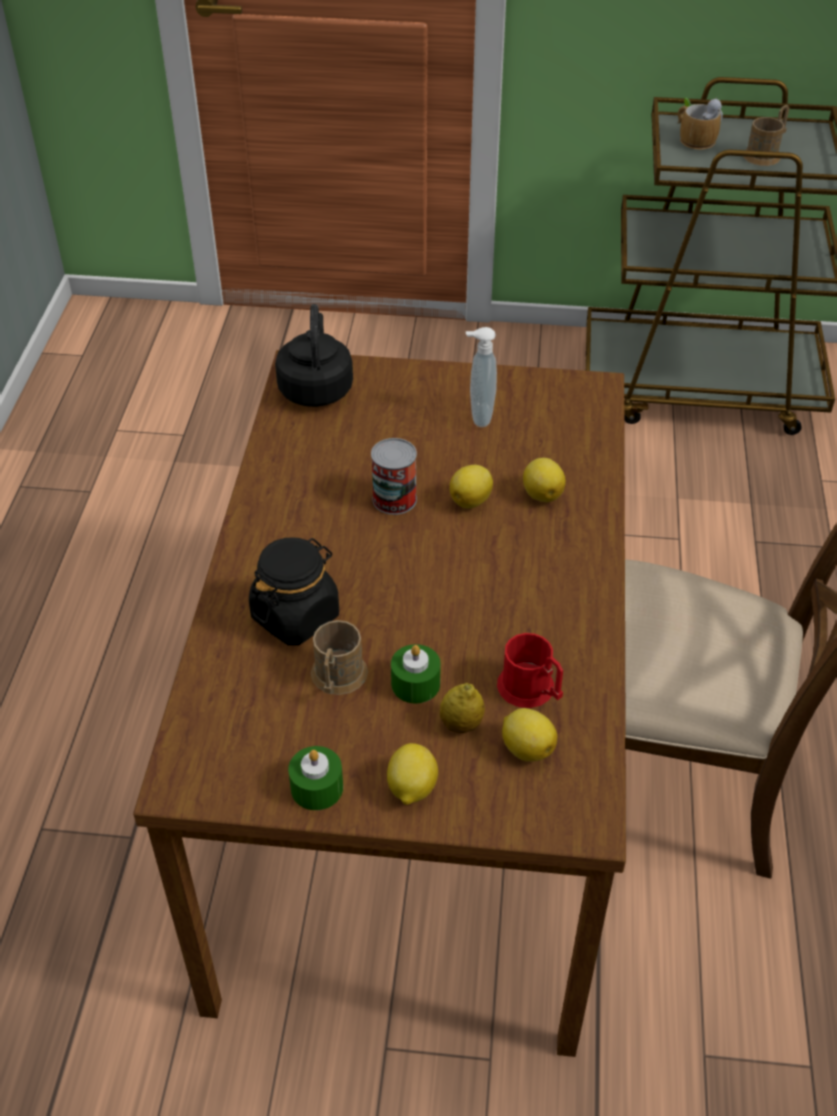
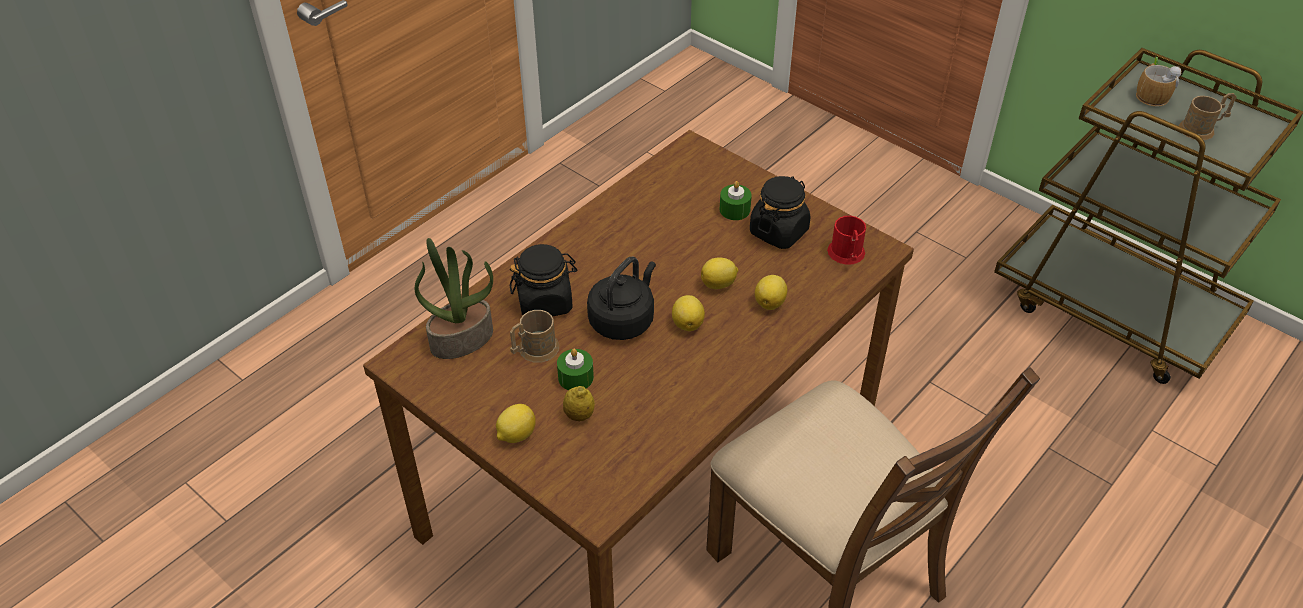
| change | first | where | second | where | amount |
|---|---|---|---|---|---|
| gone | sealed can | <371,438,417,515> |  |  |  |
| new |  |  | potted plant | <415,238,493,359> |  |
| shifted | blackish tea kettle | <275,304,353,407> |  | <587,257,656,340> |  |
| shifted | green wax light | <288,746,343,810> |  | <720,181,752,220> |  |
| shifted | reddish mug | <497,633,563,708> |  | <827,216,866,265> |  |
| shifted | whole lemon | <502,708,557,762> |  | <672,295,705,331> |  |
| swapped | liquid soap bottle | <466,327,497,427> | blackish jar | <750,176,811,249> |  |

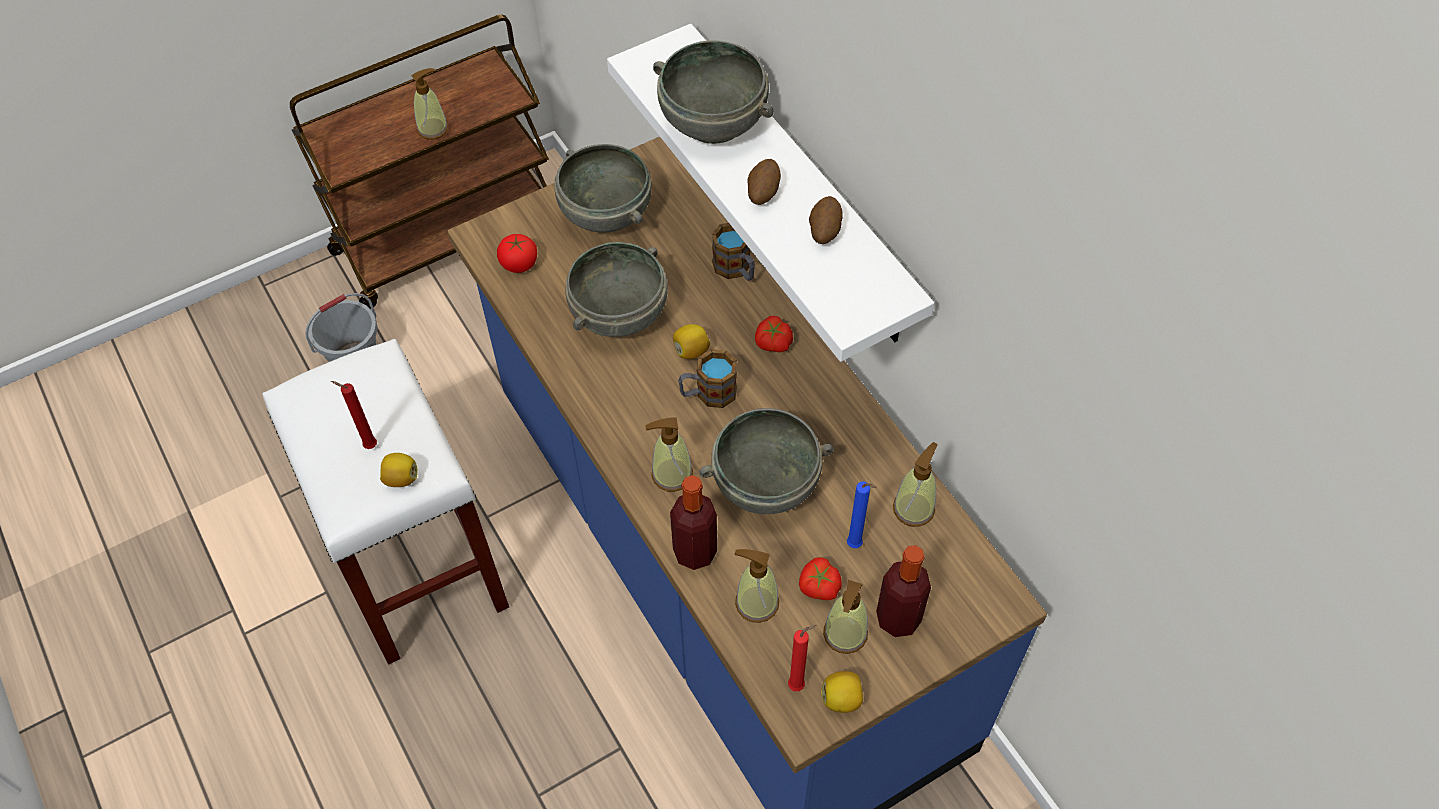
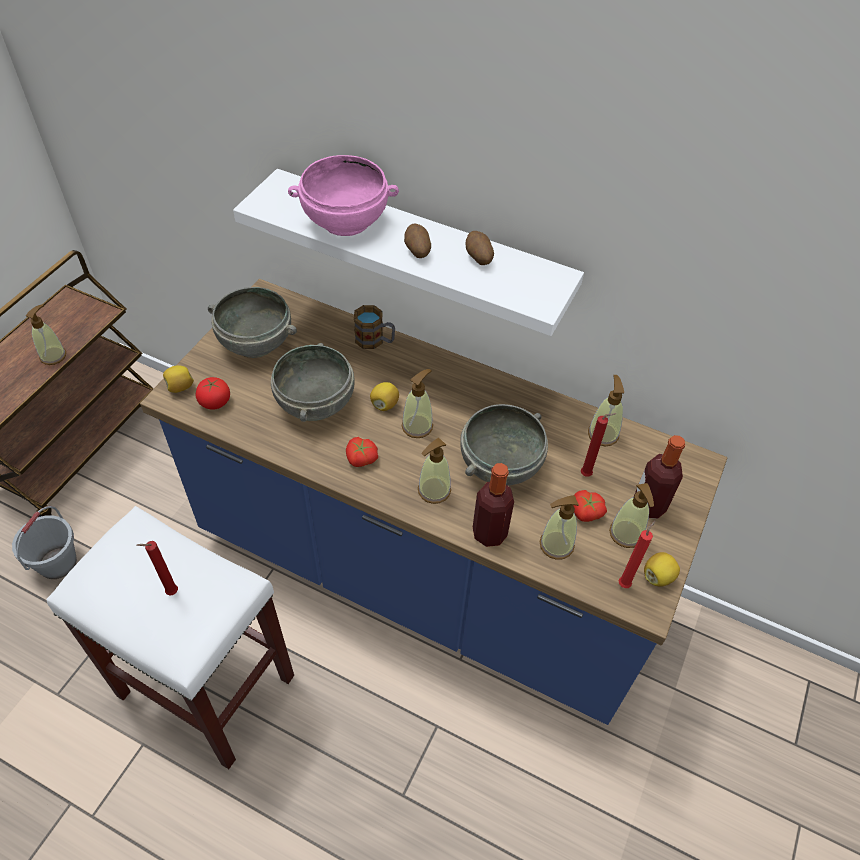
| change | first | where | second | where | amount |
|---|---|---|---|---|---|
| shifted | whole lemon | <380,453,418,487> |  | <163,365,194,393> |  |
| shifted | tomato | <755,316,793,352> |  | <346,437,378,467> |  |
| swapped | mug | <678,349,737,408> | liquid soap bottle | <402,369,433,438> |  |
| repainted | greyish deep dish | <653,40,774,144> | pink-coloured deep dish | <288,155,399,236> |  |
| repainted | blue wax light | <847,482,877,548> | reddish wax light | <581,413,616,477> |  |

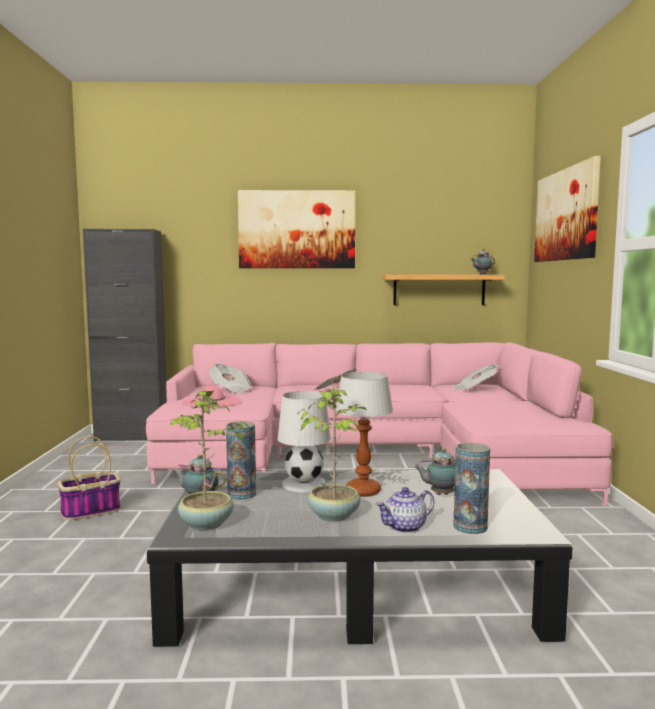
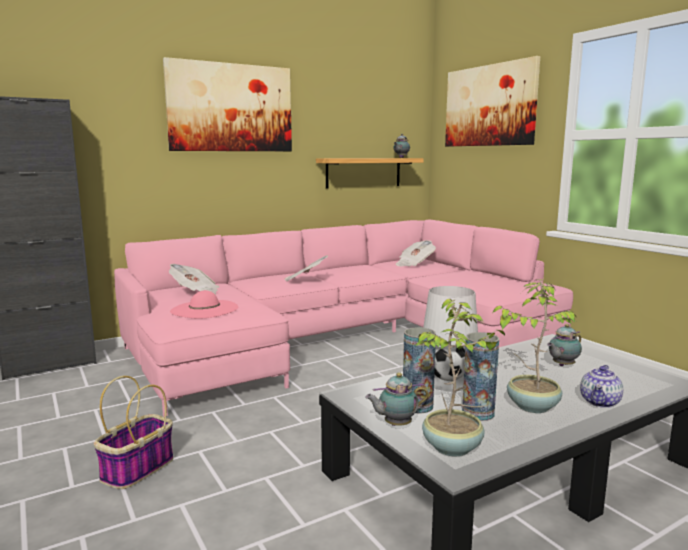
| change | first | where | second | where | amount |
|---|---|---|---|---|---|
| gone | tabletop lamp | <335,372,393,497> |  |  |  |
| shifted | decorative vase | <453,443,490,534> |  | <462,332,499,421> |  |

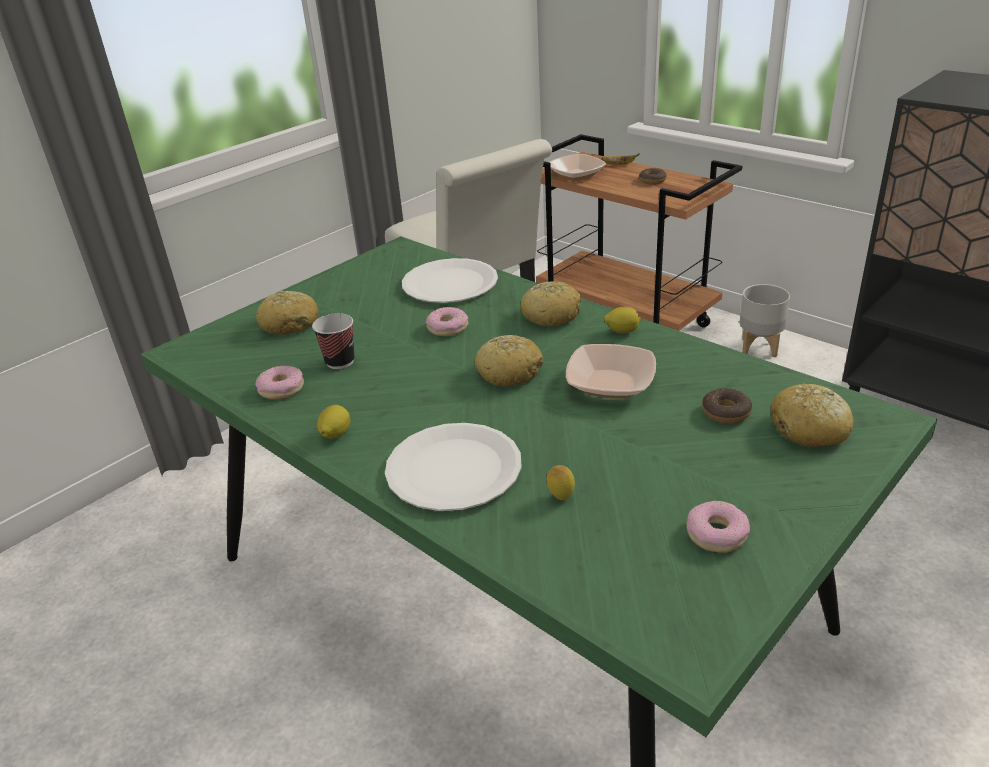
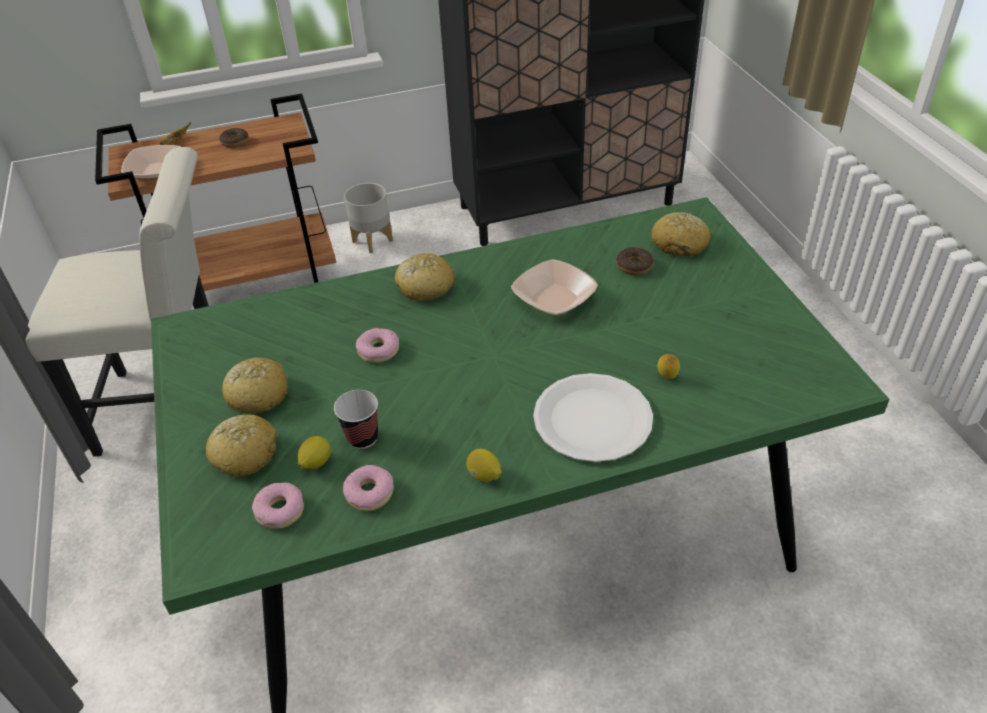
| change | first | where | second | where | amount |
|---|---|---|---|---|---|
| gone | white-coloured dinner plate | <402,258,498,303> |  |  |  |
| shifted | baked bread | <474,335,544,386> |  | <222,357,288,413> |  |
| shifted | whole lemon | <604,307,642,334> |  | <297,436,331,469> |  |
| shifted | donut | <686,501,750,552> |  | <252,482,304,529> |  |

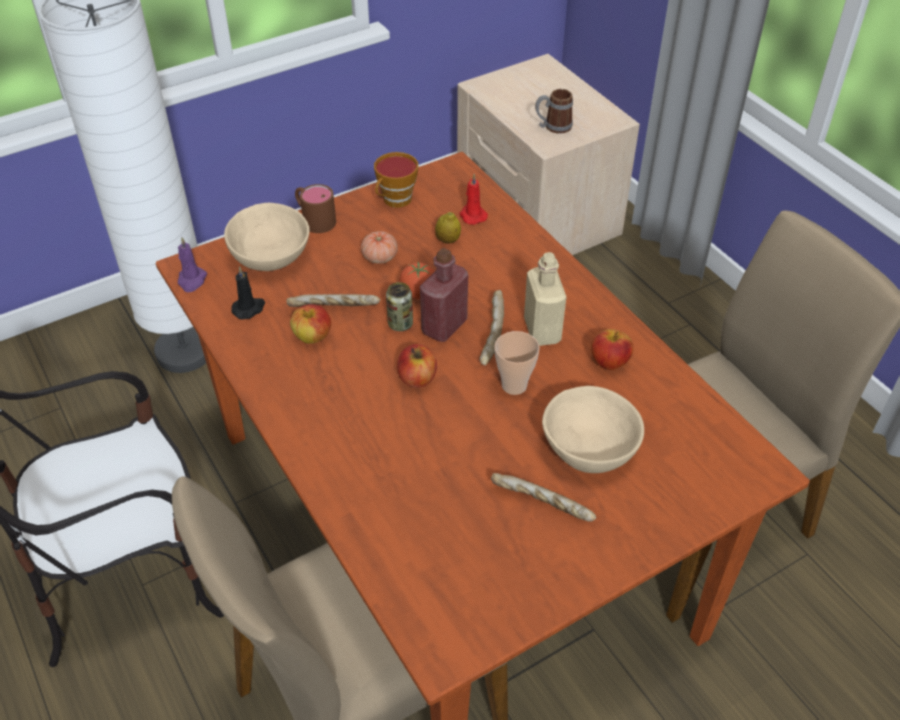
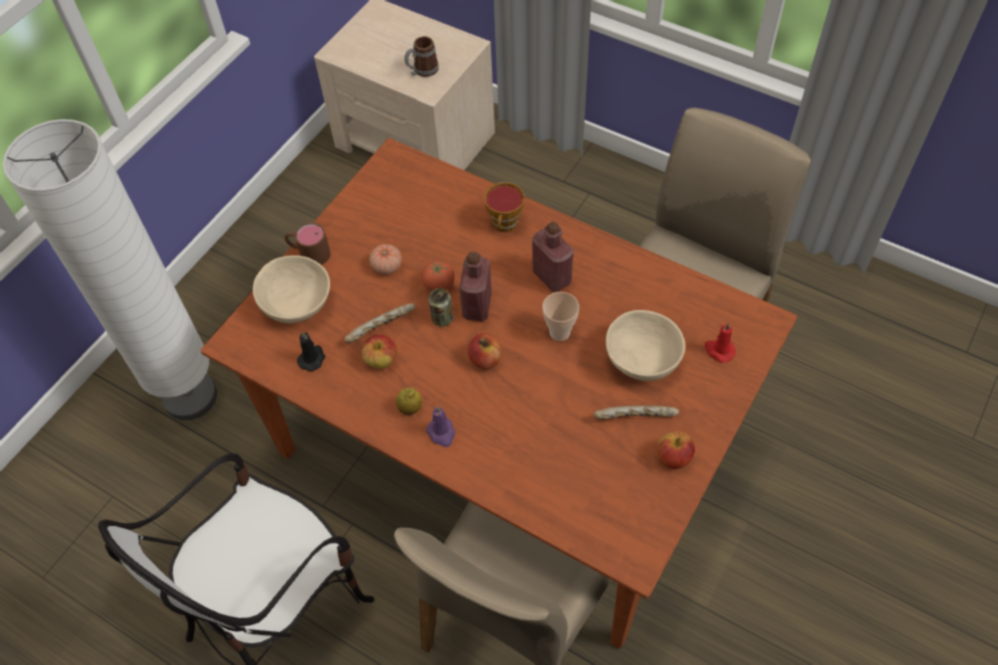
| change | first | where | second | where | amount |
|---|---|---|---|---|---|
| gone | baked bread | <480,290,504,365> |  |  |  |
| shifted | purple wax light | <178,237,207,292> |  | <426,406,455,447> |  |
| shifted | cup | <374,152,418,208> |  | <484,182,525,232> |  |
| shifted | whole lemon | <435,212,461,244> |  | <396,388,422,415> |  |
| shifted | reddish wax light | <459,174,488,225> |  | <705,322,736,363> |  |
| shifted | apple fruit | <591,329,634,370> |  | <657,431,695,469> |  |
| repainted | beige drink bottle | <524,252,566,346> | reddish drink bottle | <532,221,574,292> |  |

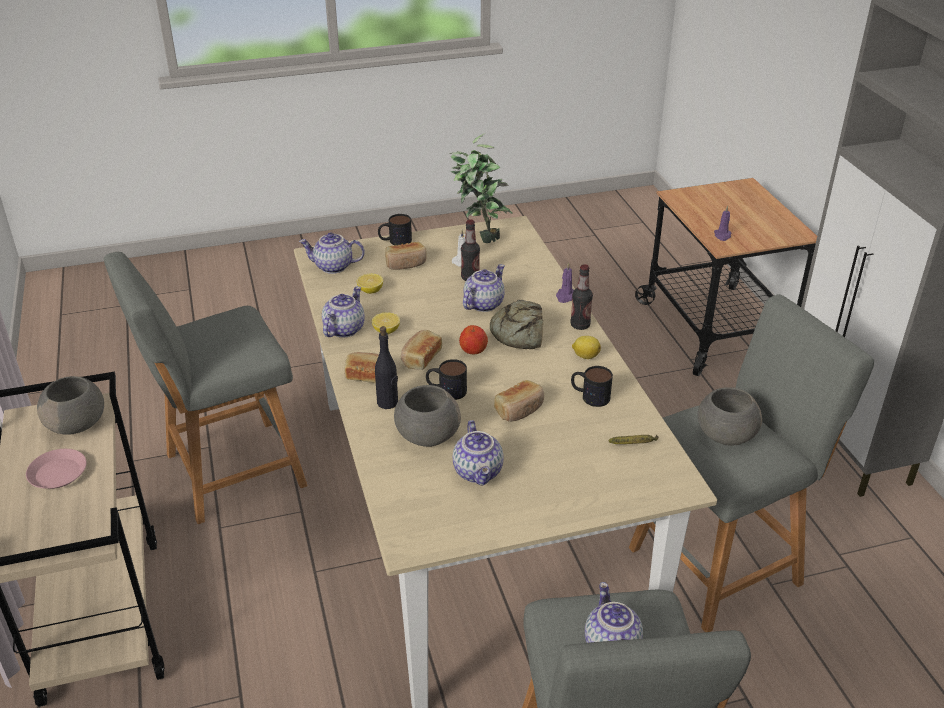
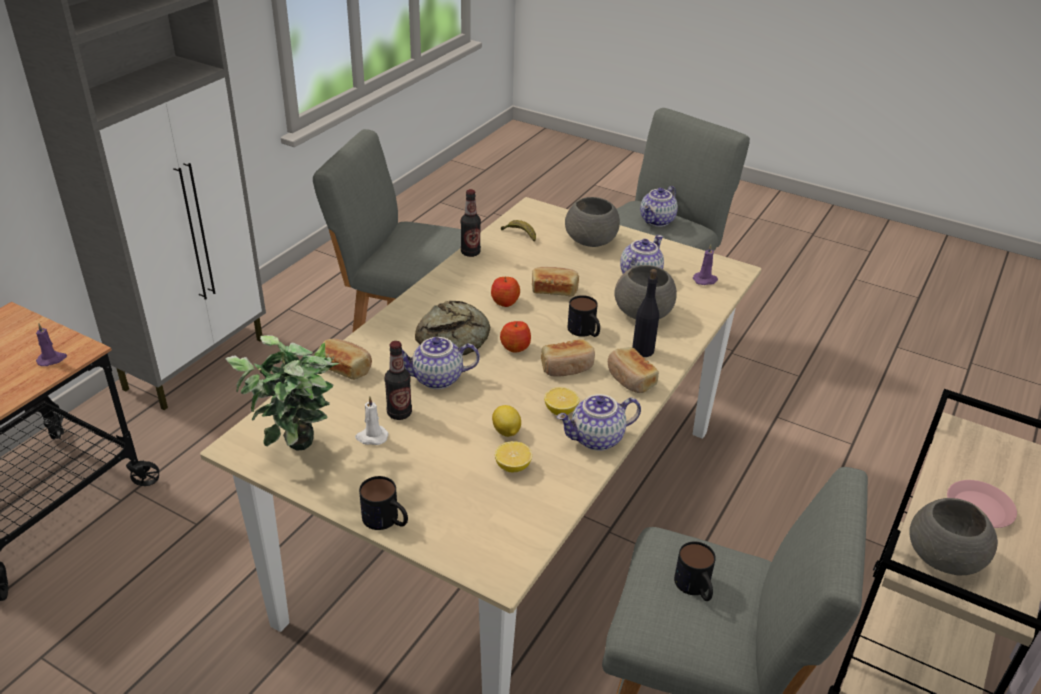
| change | first | where | second | where | amount |
|---|---|---|---|---|---|
| gone | pot for tea | <299,233,364,274> |  |  |  |
| new |  |  | apple fruit | <491,277,520,307> |  |
| shifted | baked bread | <385,242,427,270> |  | <318,339,372,380> |  |
| shifted | purple wax light | <556,262,574,303> |  | <693,244,718,285> |  |
| shifted | drink bottle | <570,264,593,330> |  | <461,189,481,257> |  |
| shifted | mug | <571,366,613,407> |  | <674,541,716,601> |  |
| shifted | whole lemon | <572,336,601,359> |  | <492,405,521,437> |  |
| shifted | greyish deep dish | <698,387,762,446> |  | <565,197,620,247> |  |

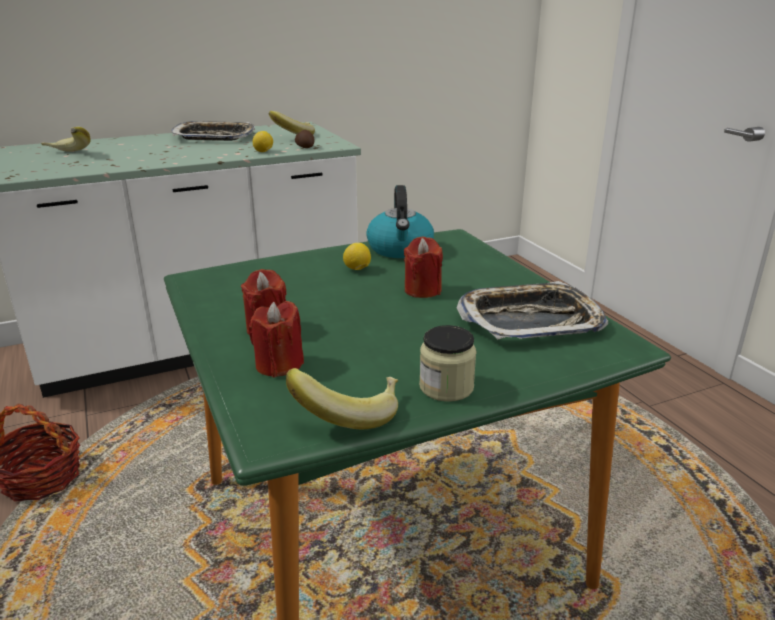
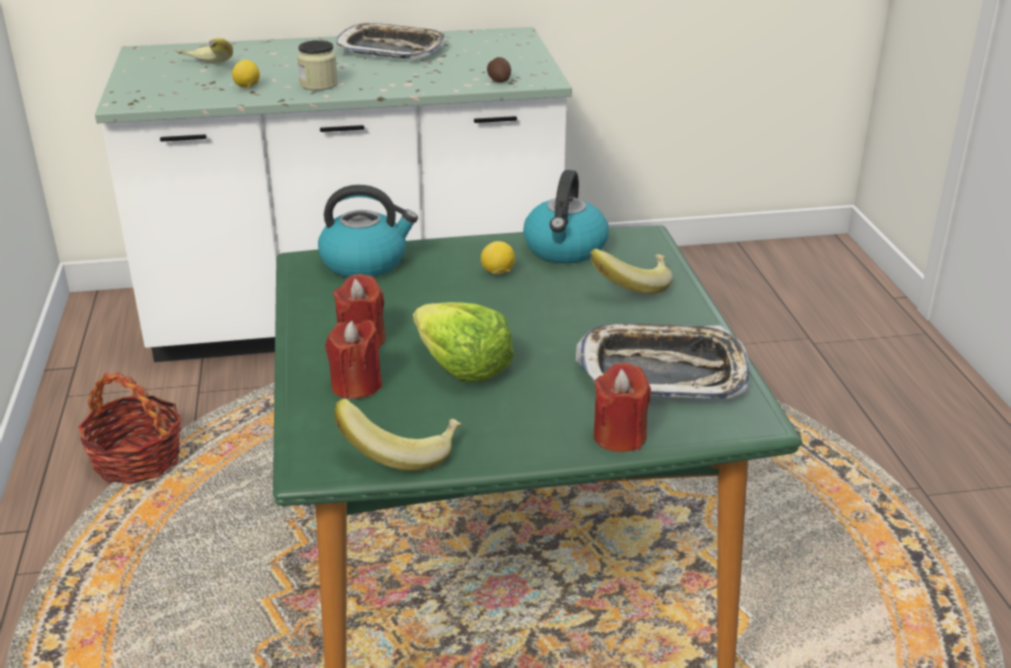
| change | first | where | second | where | amount |
|---|---|---|---|---|---|
| new |  |  | tea kettle | <318,185,418,277> |  |
| new |  |  | head of lettuce | <413,302,514,382> |  |
| shifted | whole lemon | <253,131,273,152> |  | <232,60,260,87> |  |
| shifted | banana fruit | <269,111,315,134> |  | <590,249,673,294> |  |
| shifted | reddish wax light | <404,236,443,298> |  | <593,363,651,452> |  |
| shifted | jar | <419,325,477,402> |  | <297,40,338,91> |  |

